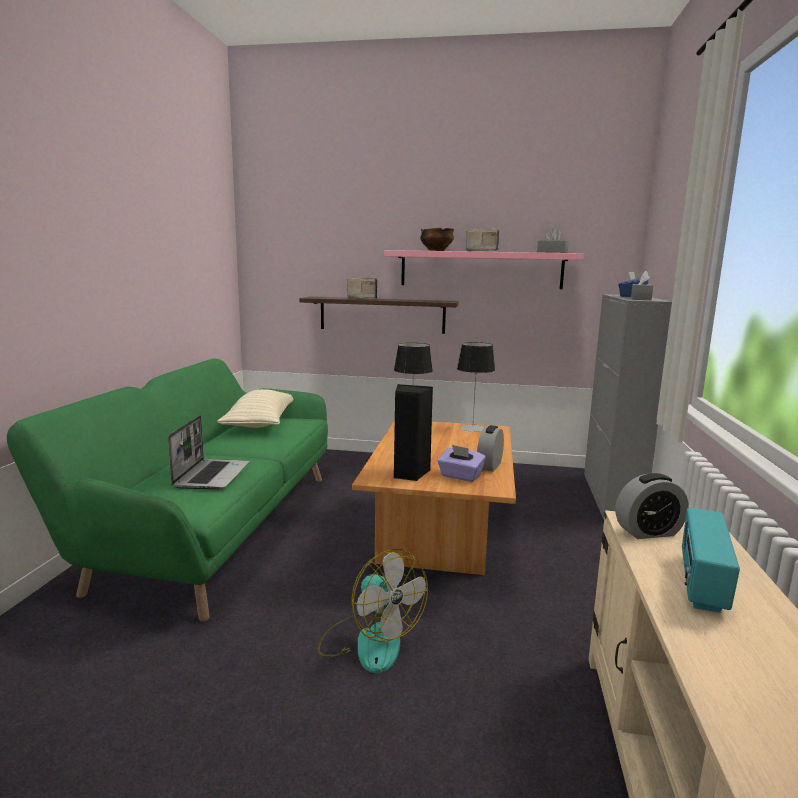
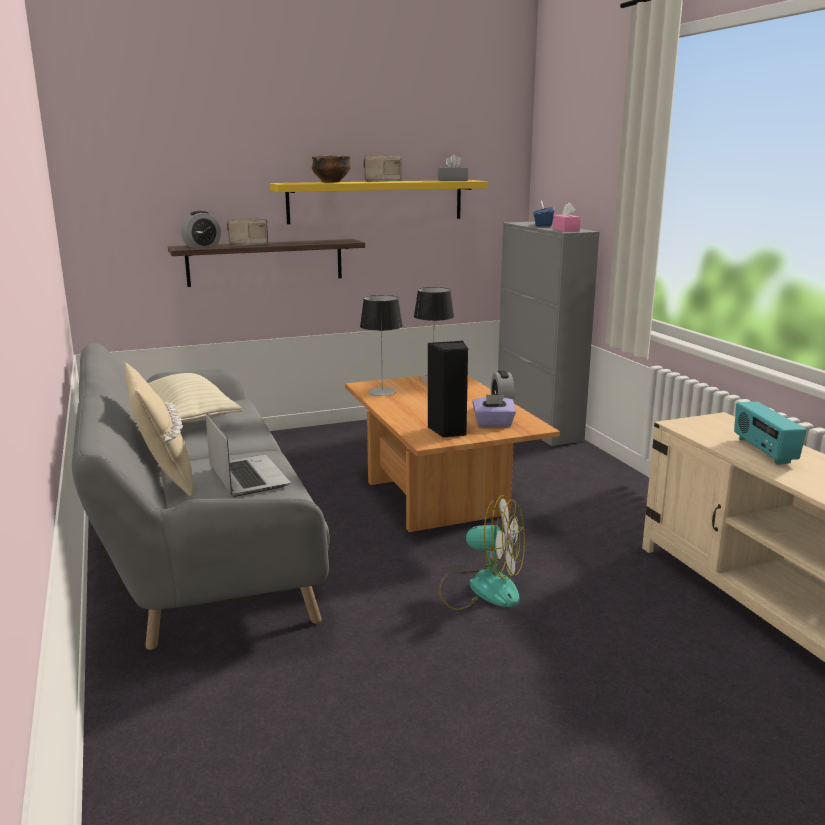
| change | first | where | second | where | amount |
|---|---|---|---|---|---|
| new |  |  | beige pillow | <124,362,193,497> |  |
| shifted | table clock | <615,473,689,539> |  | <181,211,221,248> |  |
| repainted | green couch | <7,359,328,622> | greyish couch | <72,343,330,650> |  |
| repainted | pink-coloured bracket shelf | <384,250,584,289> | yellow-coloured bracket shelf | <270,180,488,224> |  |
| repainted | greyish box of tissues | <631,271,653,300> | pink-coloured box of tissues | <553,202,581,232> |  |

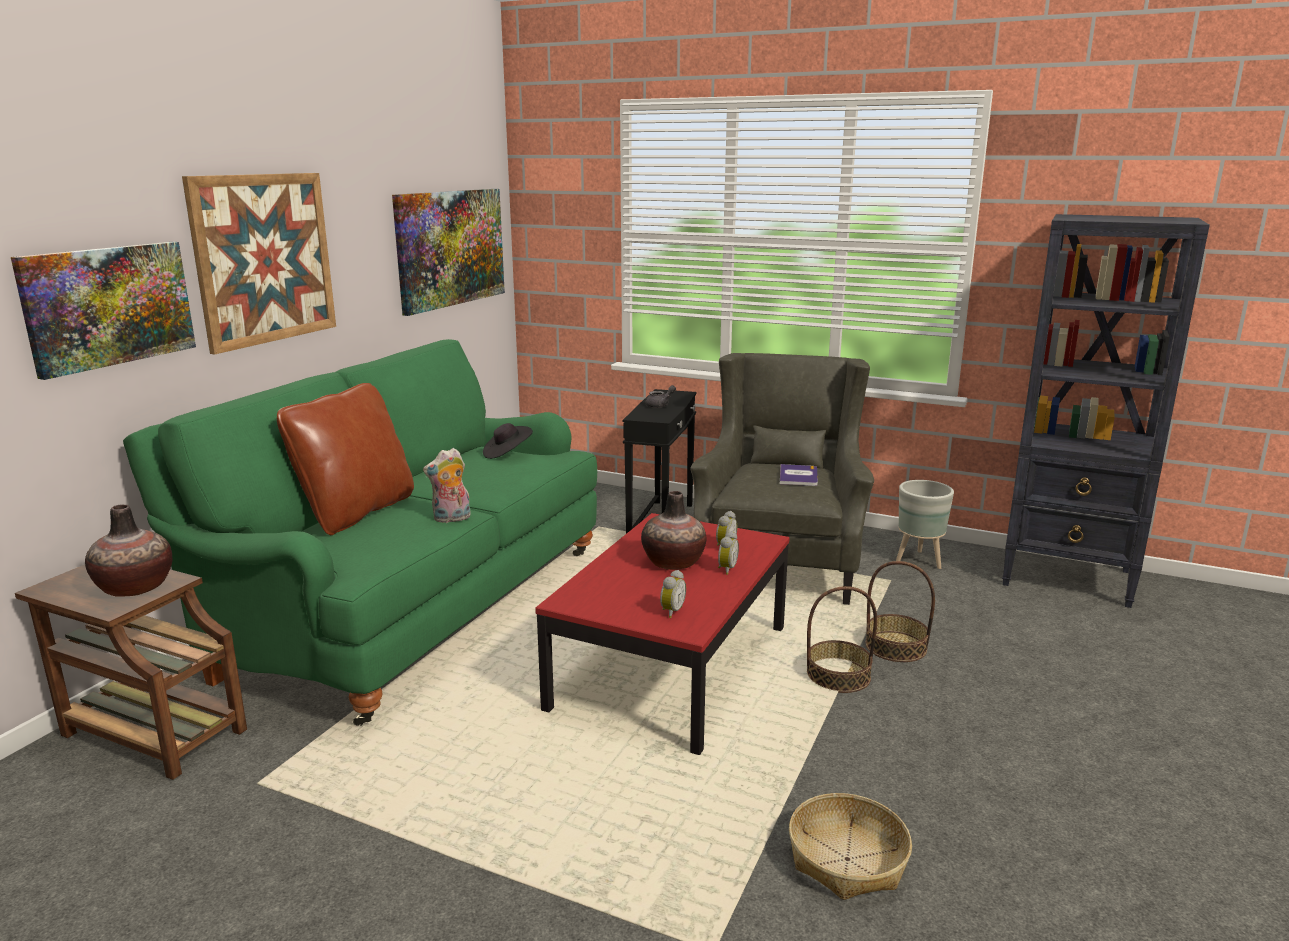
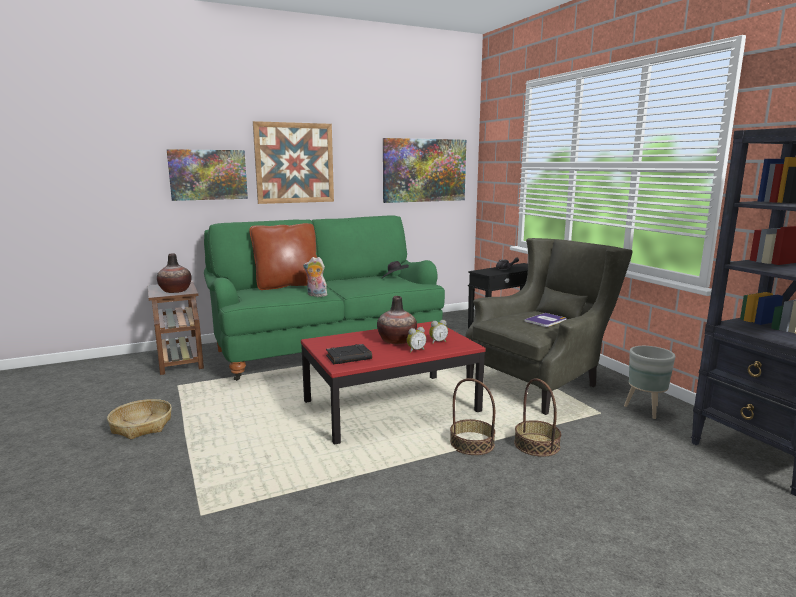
| change | first | where | second | where | amount |
|---|---|---|---|---|---|
| shifted | storage basket | <789,793,912,900> |  | <107,399,172,439> |  |
| swapped | table clock | <660,570,686,618> | blackish bound book | <326,344,372,364> |  |

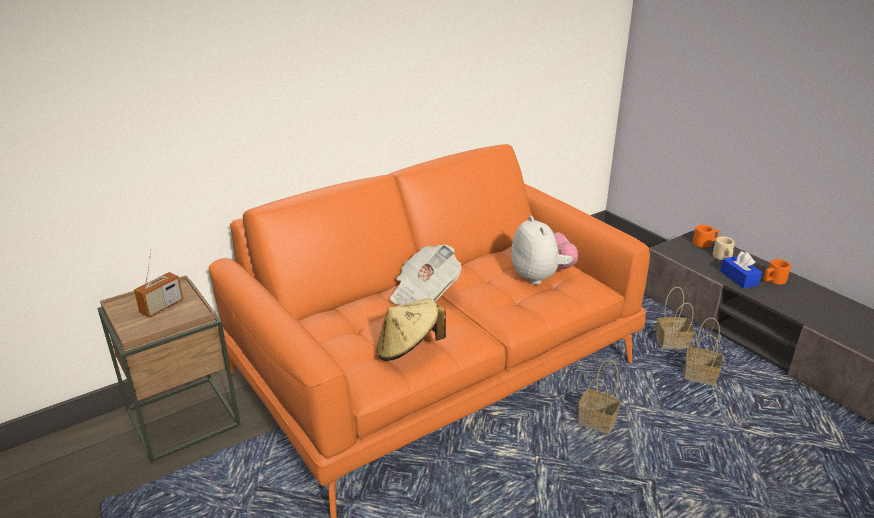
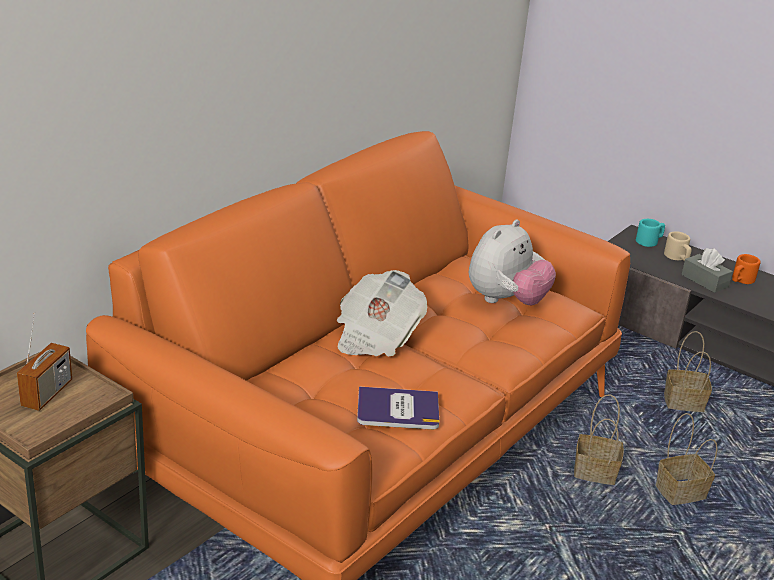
| change | first | where | second | where | amount |
|---|---|---|---|---|---|
| shifted | storage basket | <656,287,695,349> |  | <656,413,718,505> |  |
| swapped | beige wearable hat | <376,298,446,361> | bound book | <357,386,439,430> |  |
| repainted | orangey mug | <693,225,719,248> | blue-green mug | <636,219,665,247> |  |
| repainted | blue box of tissues | <720,251,762,289> | greyish box of tissues | <681,248,733,293> |  |
| rotated | cuddly toy | <511,216,578,285> |  | <469,220,556,305> | 75 degrees clockwise |

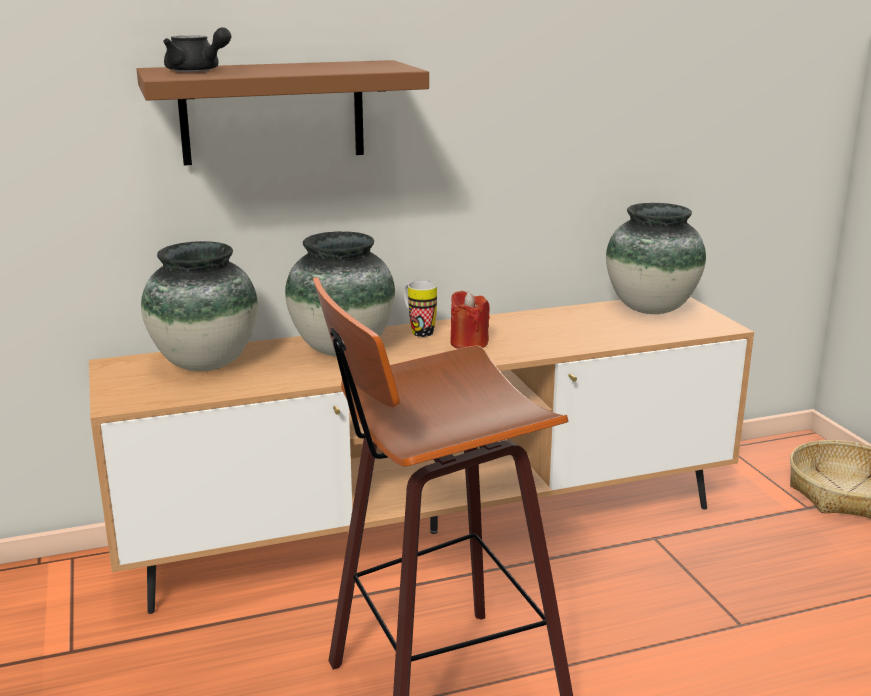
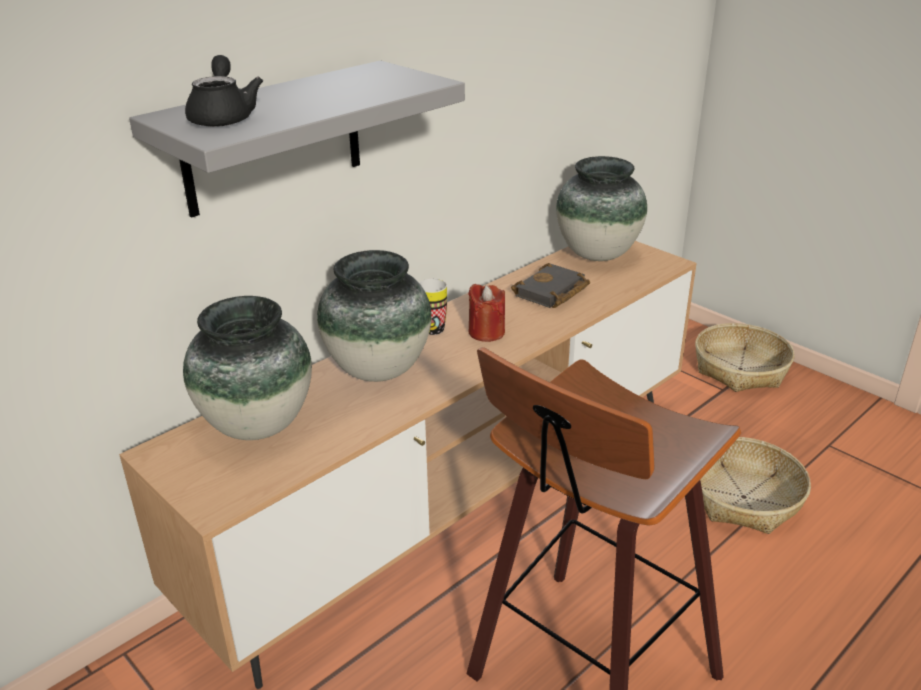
| change | first | where | second | where | amount |
|---|---|---|---|---|---|
| new |  |  | blackish bound book | <511,263,590,308> |  |
| new |  |  | storage basket | <700,437,811,534> |  |
| repainted | brownish bracket shelf | <137,60,429,166> | greyish bracket shelf | <129,60,465,218> |  |
| rotated | blackish pot for tea | <163,27,231,72> |  | <185,55,263,127> | 105 degrees counterclockwise |

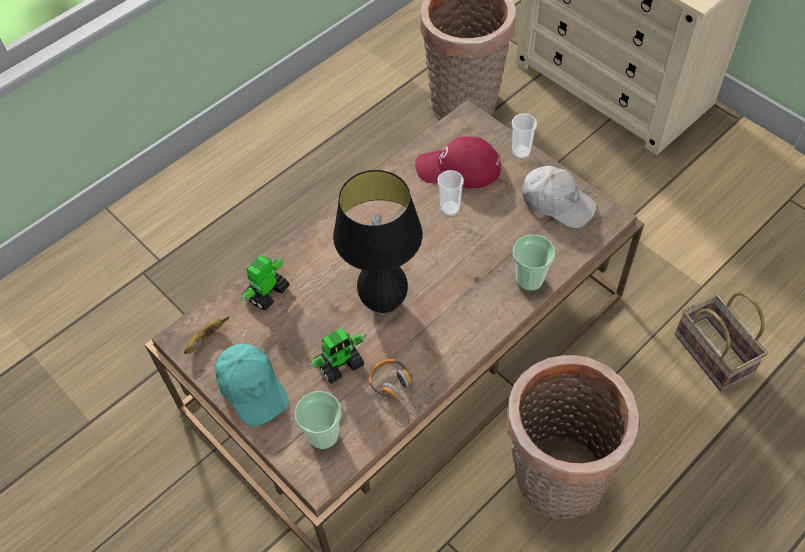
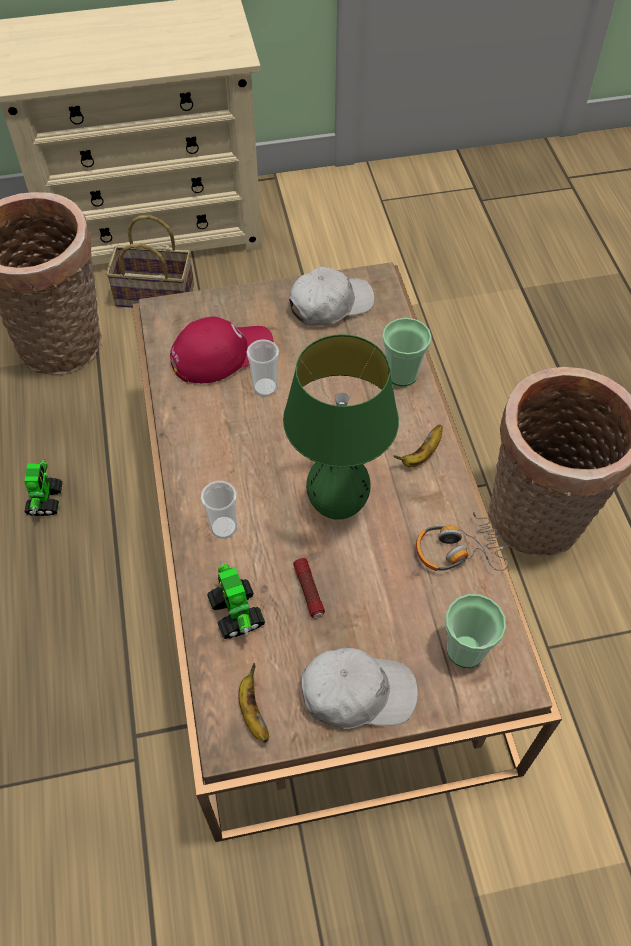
| change | first | where | second | where | amount |
|---|---|---|---|---|---|
| new |  |  | hand torch | <293,558,325,618> |  |
| new |  |  | banana fruit | <394,425,443,467> |  |
| shifted | toy robot | <309,328,367,384> |  | <24,459,62,516> |  |
| shifted | cup | <512,113,537,159> |  | <201,481,237,539> |  |
| shifted | storage basket | <675,292,768,392> |  | <106,215,194,308> |  |
| repainted | blue-green cap | <215,344,289,427> | white-coloured cap | <302,648,418,729> |  |
| repainted | blackish tabletop lamp | <333,170,423,313> | green tabletop lamp | <283,334,399,520> |  |
| rotated | reddish cap | <415,136,501,188> |  | <170,316,274,383> | 150 degrees counterclockwise |

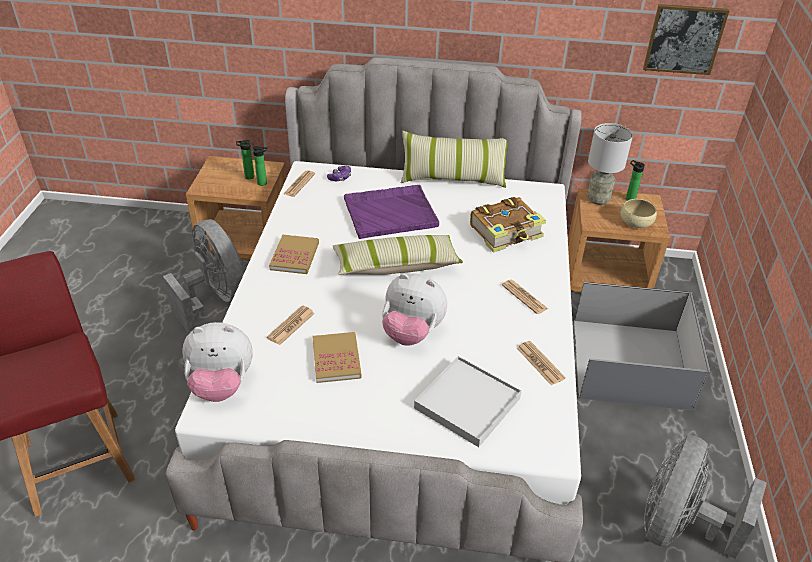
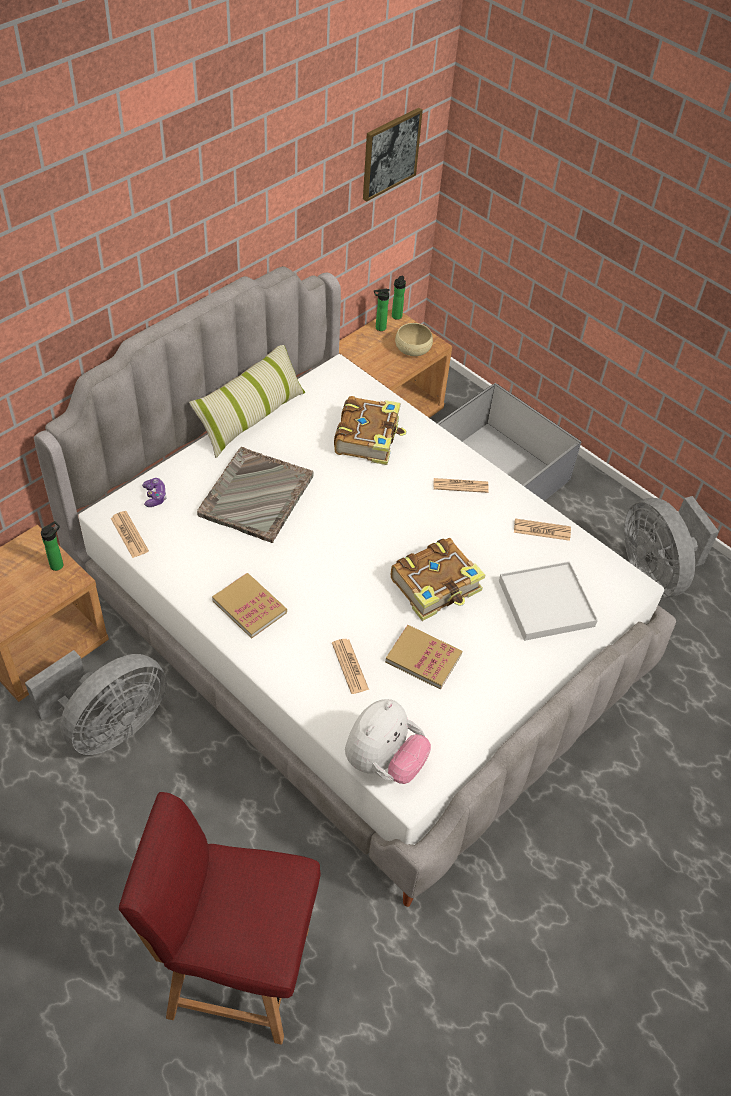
| change | first | where | second | where | amount |
|---|---|---|---|---|---|
| gone | pillow | <333,235,463,275> |  |  |  |
| gone | greyish tabletop lamp | <587,123,633,205> |  |  |  |
| shifted | drink bottle | <236,140,254,179> |  | <392,276,406,320> |  |
| swapped | cuddly toy | <382,273,447,346> | bound book | <391,538,485,621> |  |
| repainted | purple tray | <344,185,439,239> | greyish tray | <197,447,313,543> |  |
| rotated | greyish fan | <163,219,244,333> |  | <25,650,167,755> | 135 degrees clockwise |

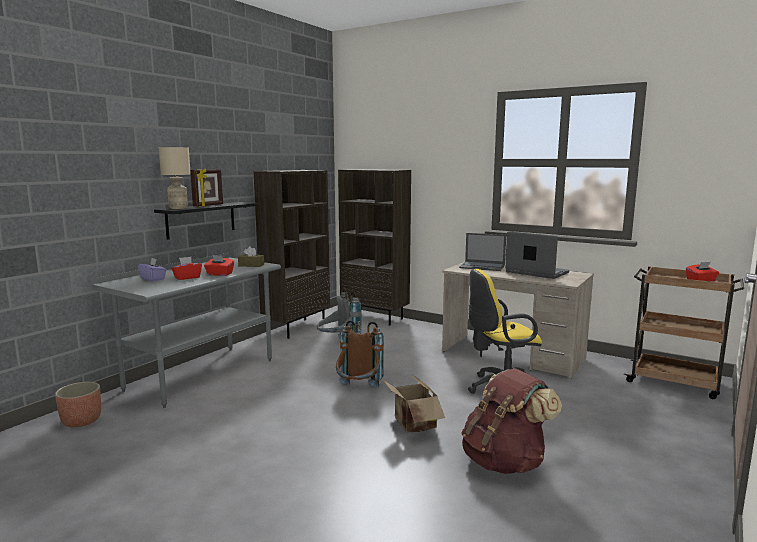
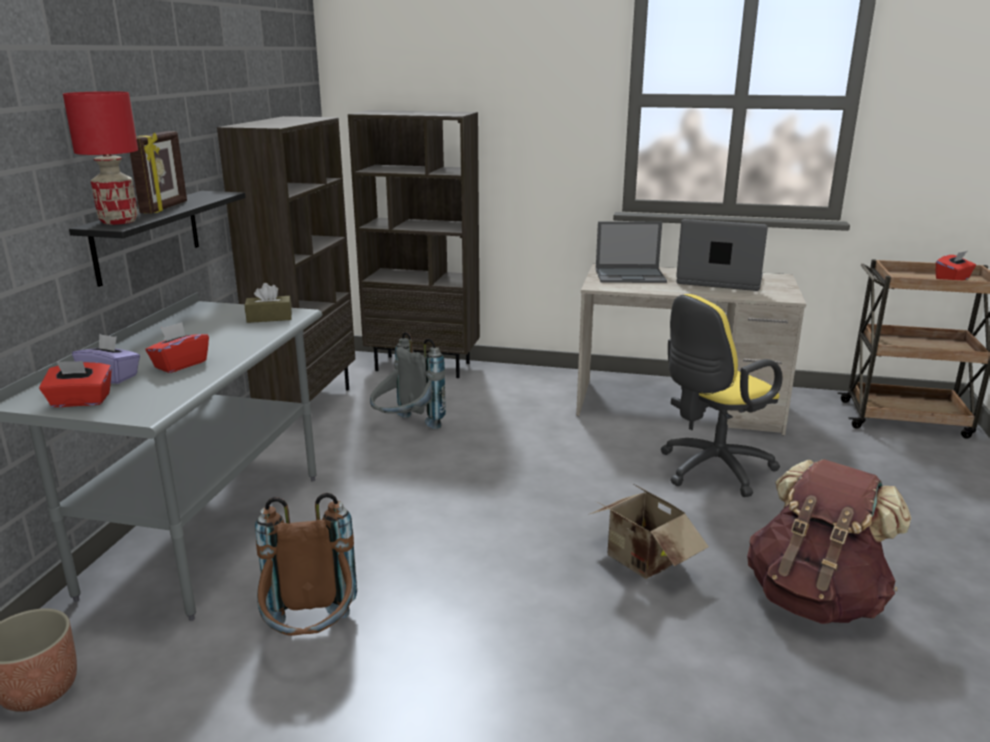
| change | first | where | second | where | amount |
|---|---|---|---|---|---|
| shifted | reddish box of tissues | <204,255,234,276> |  | <39,361,112,407> |  |
| shifted | brownish backpack | <336,320,384,387> |  | <255,493,357,636> |  |
| repainted | beige tabletop lamp | <159,147,191,209> | reddish tabletop lamp | <63,91,138,225> |  |

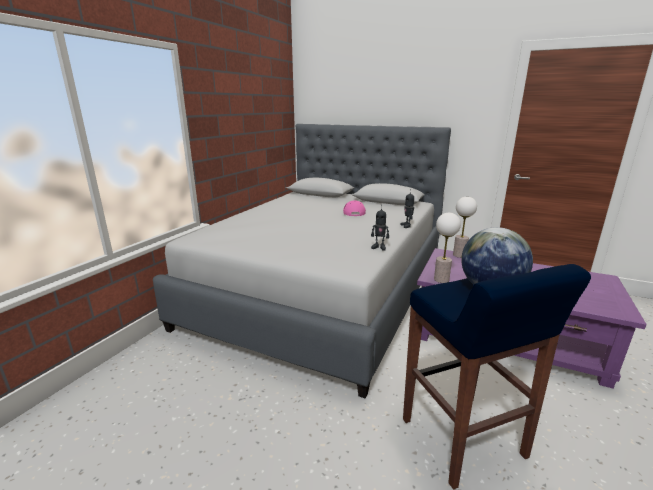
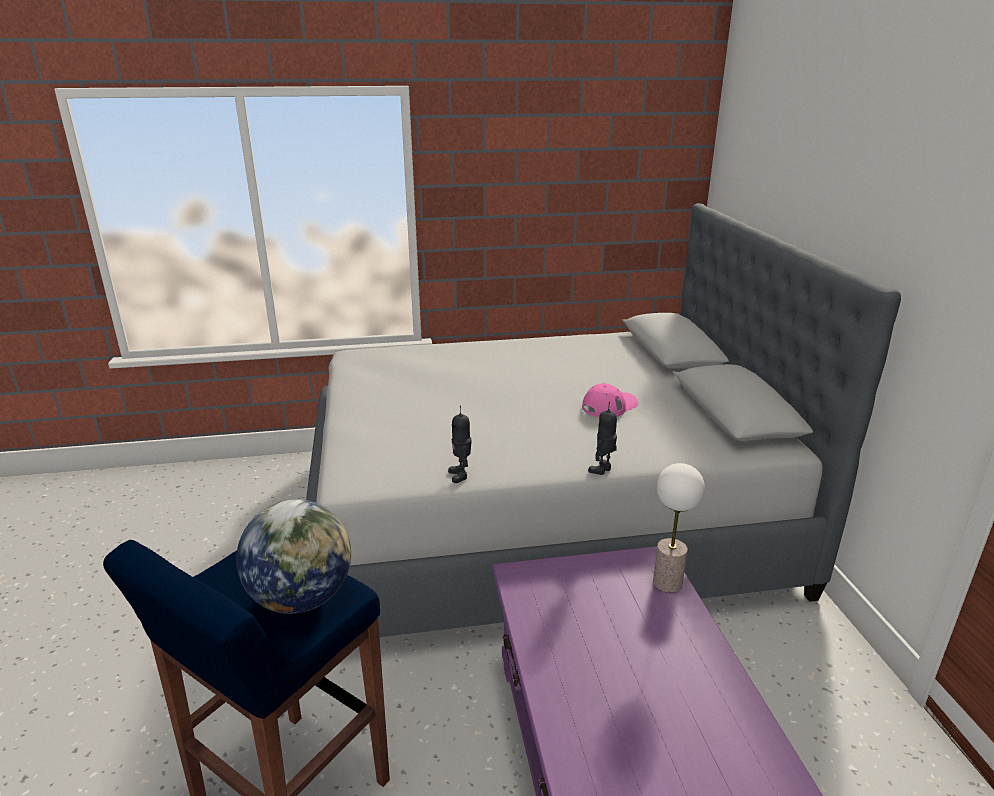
| change | first | where | second | where | amount |
|---|---|---|---|---|---|
| gone | tabletop lamp | <434,213,461,283> |  |  |  |

